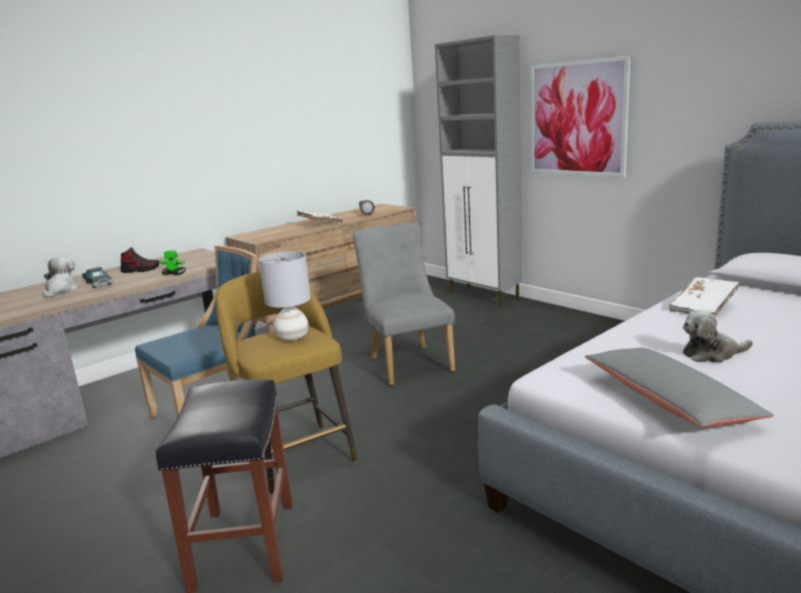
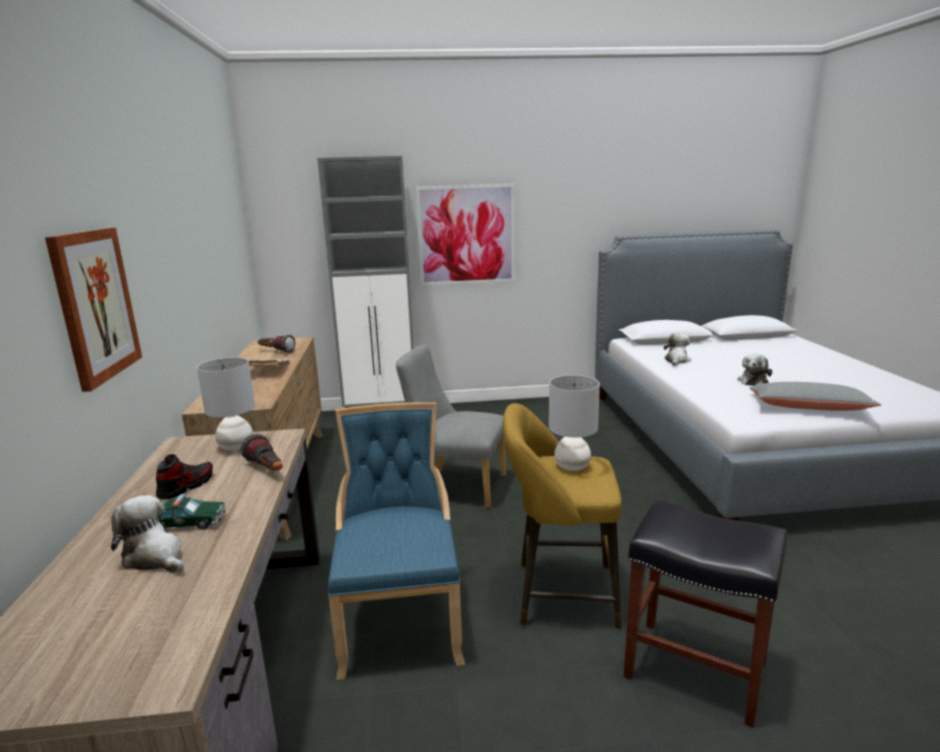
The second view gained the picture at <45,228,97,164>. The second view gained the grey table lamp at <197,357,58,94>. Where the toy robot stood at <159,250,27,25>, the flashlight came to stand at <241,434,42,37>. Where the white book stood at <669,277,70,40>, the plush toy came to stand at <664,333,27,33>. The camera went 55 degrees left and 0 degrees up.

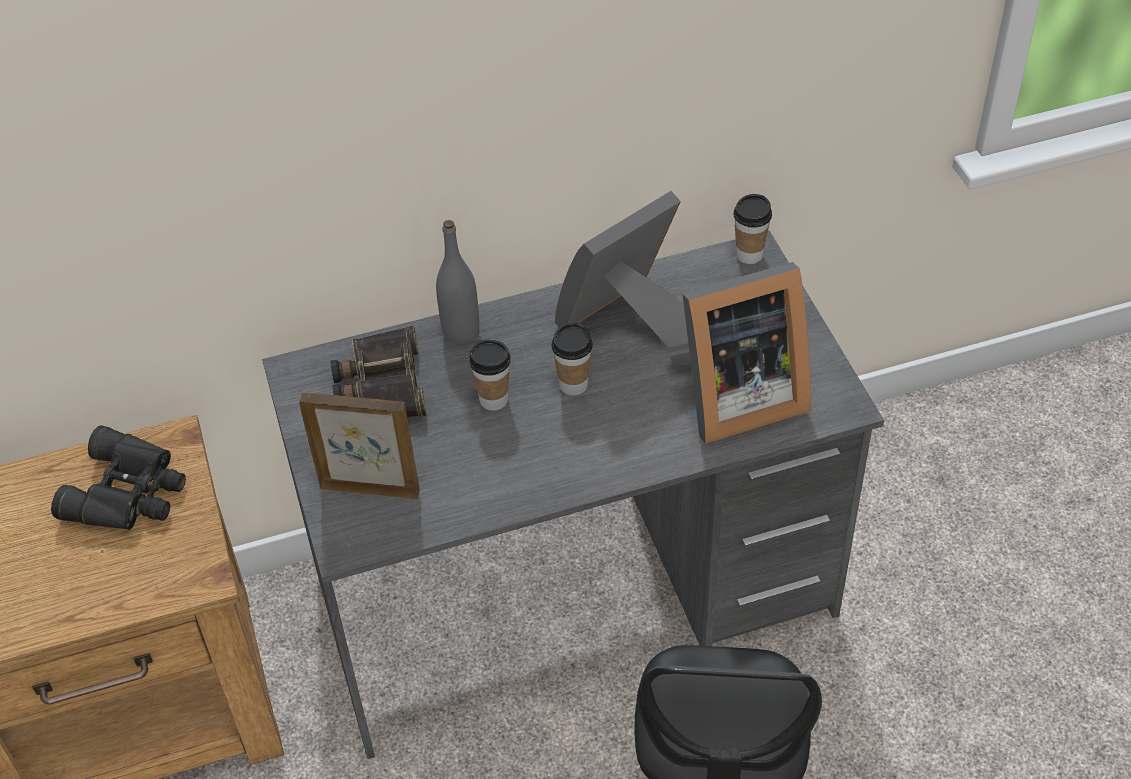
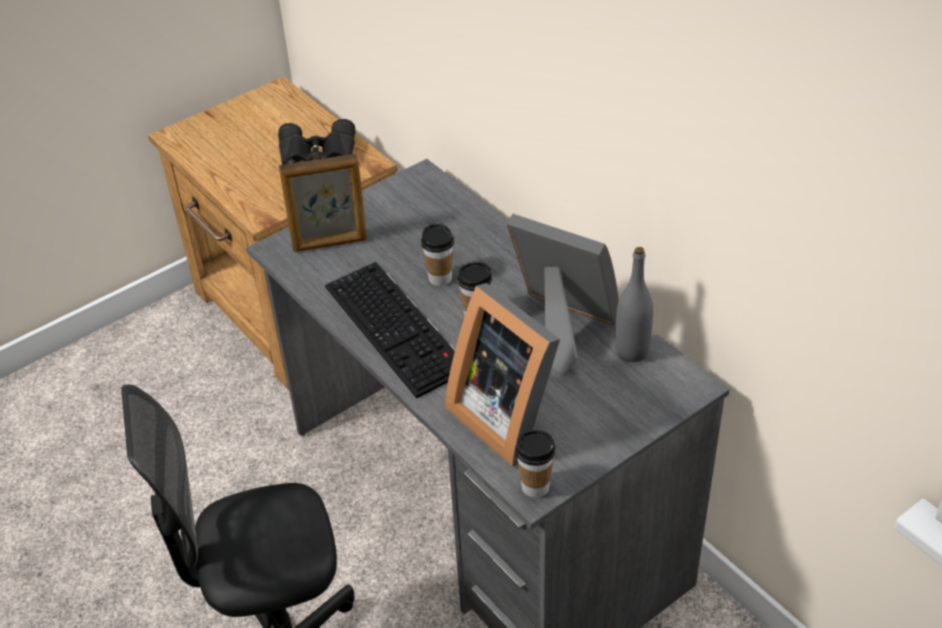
The picture frame at <299,393,121,106> ended up facing another way, 90 degrees clockwise from before. The second view gained the keyboard at <325,262,130,137>. The cup ended up elsewhere, having gone from <733,194,39,70> to <515,430,41,68>. The grey bottle ended up elsewhere, having gone from <436,220,43,125> to <615,247,38,115>. The second view lost the binoculars at <331,325,96,92>. The camera went 70 degrees right and 5 degrees down.

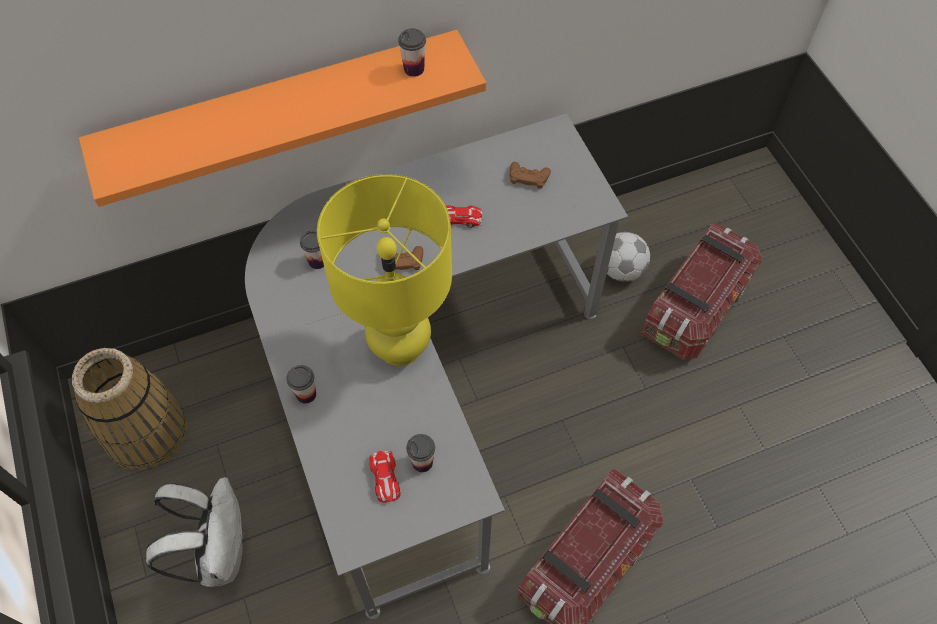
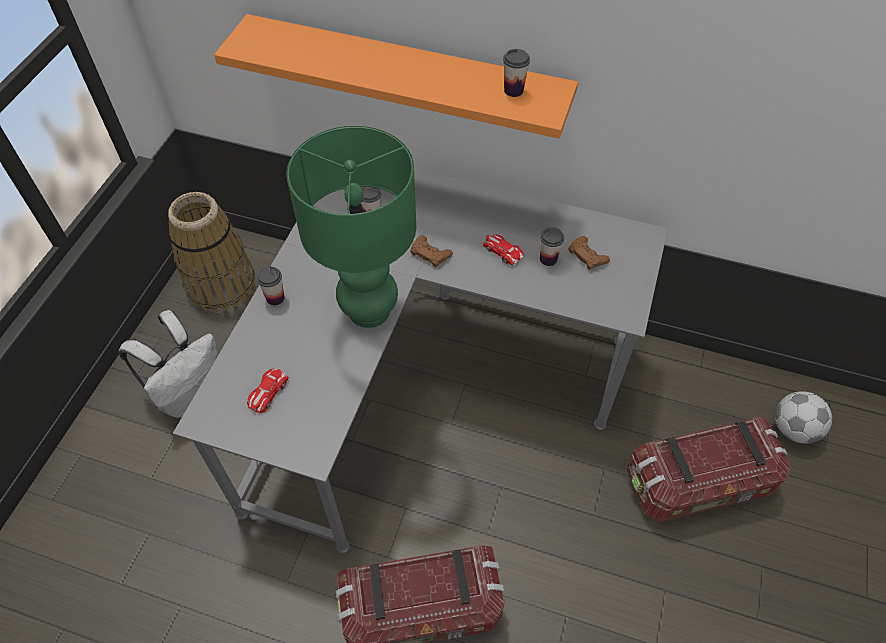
What was the yellow table lamp at <317,174,135,192> turned into the green table lamp at <286,126,130,202>. The cup ended up elsewhere, having gone from <406,434,29,38> to <540,227,24,39>. The football ended up elsewhere, having gone from <607,232,43,50> to <775,391,57,53>. The camera went 40 degrees right and 5 degrees down.

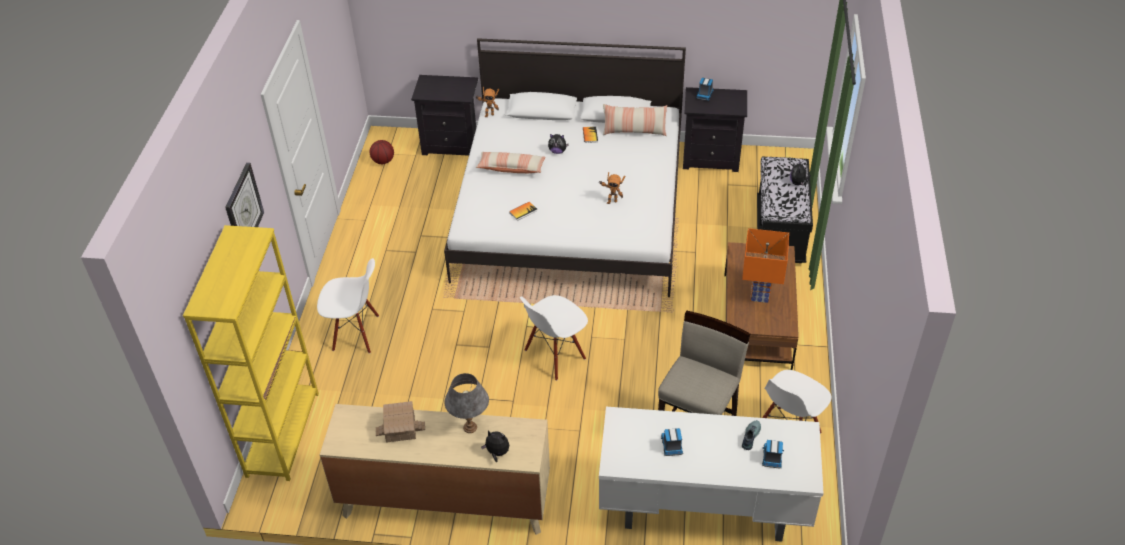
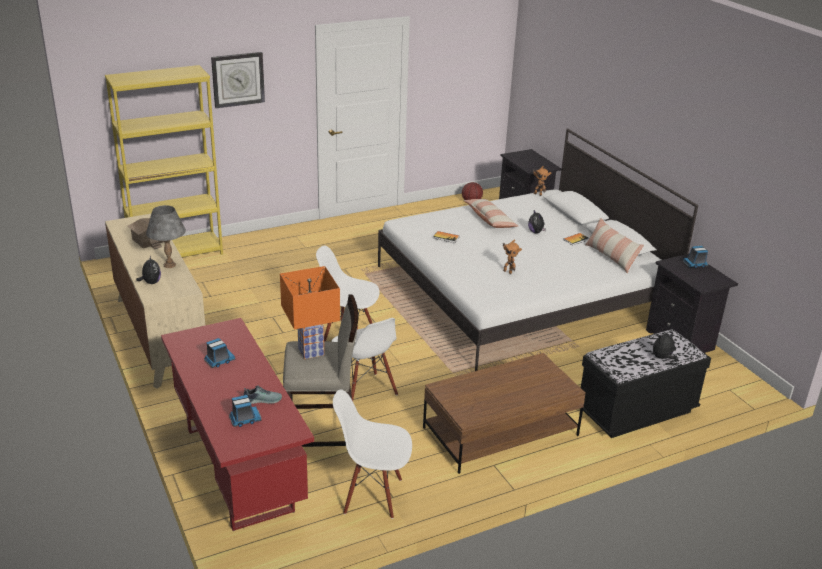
What was the white desk at <599,407,225,135> turned into the red desk at <161,318,153,213>. The orange table lamp ended up elsewhere, having gone from <742,228,47,75> to <280,266,60,93>. The white chair ended up elsewhere, having gone from <317,258,62,96> to <331,318,67,83>. The camera went 55 degrees right and 15 degrees down.

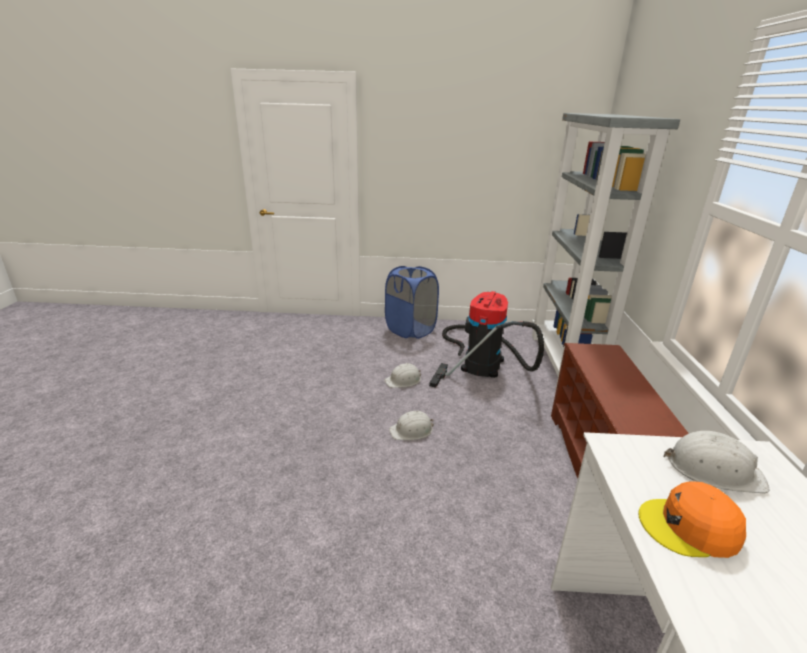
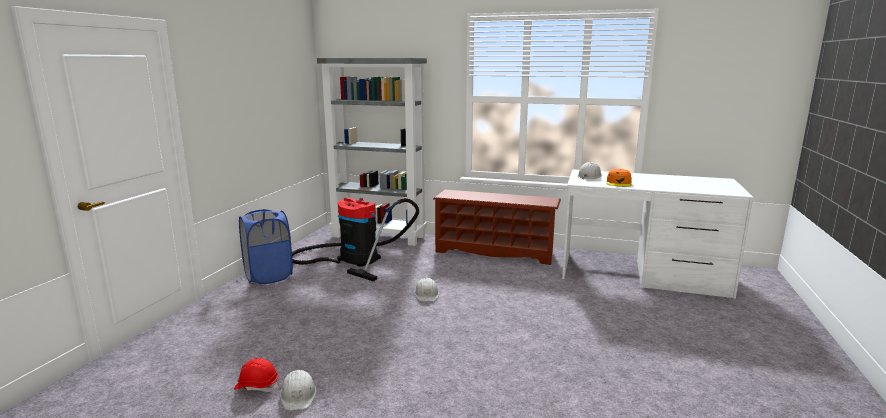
The second view gained the red hard hat at <234,358,45,34>. The white hard hat ended up elsewhere, having gone from <384,363,37,25> to <280,370,37,41>. The camera went 75 degrees left and 10 degrees down.

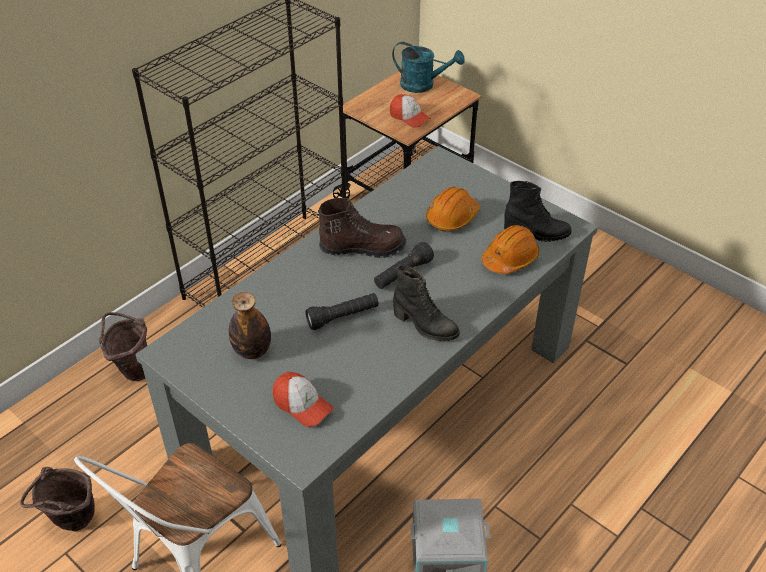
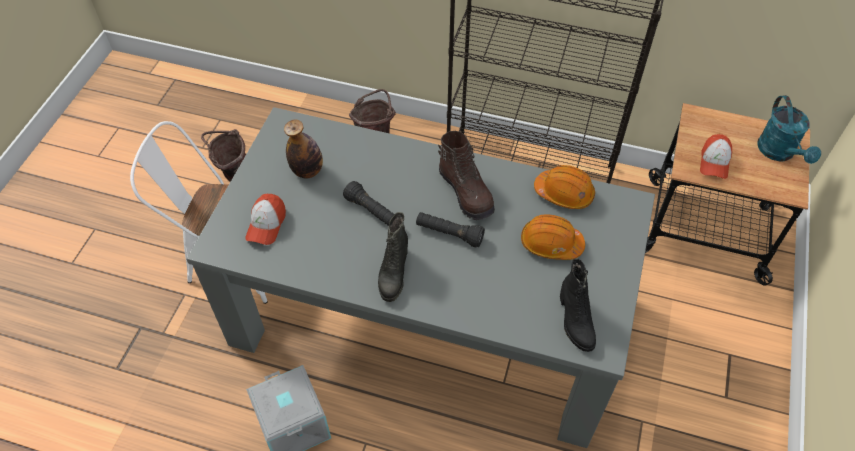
The orange hard hat ended up elsewhere, having gone from <482,225,58,49> to <534,165,61,44>. The camera went 65 degrees right and 10 degrees up.

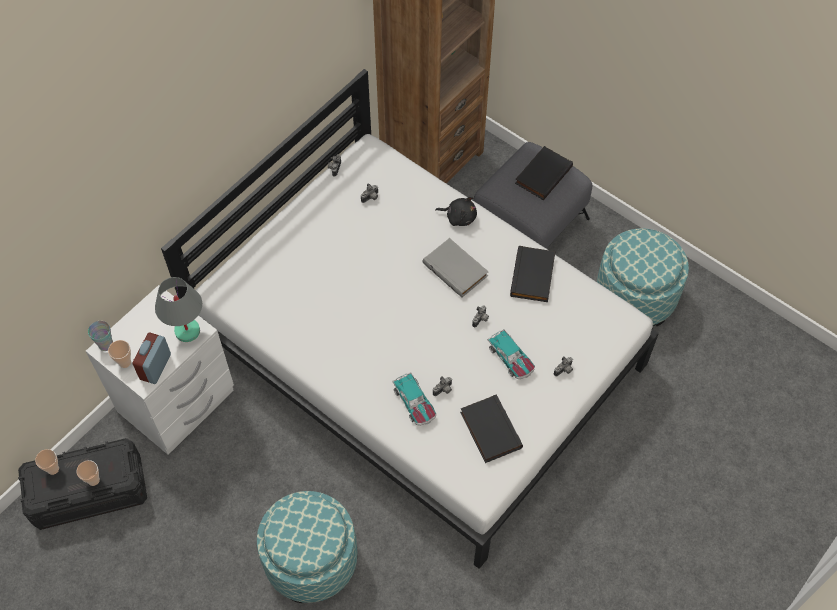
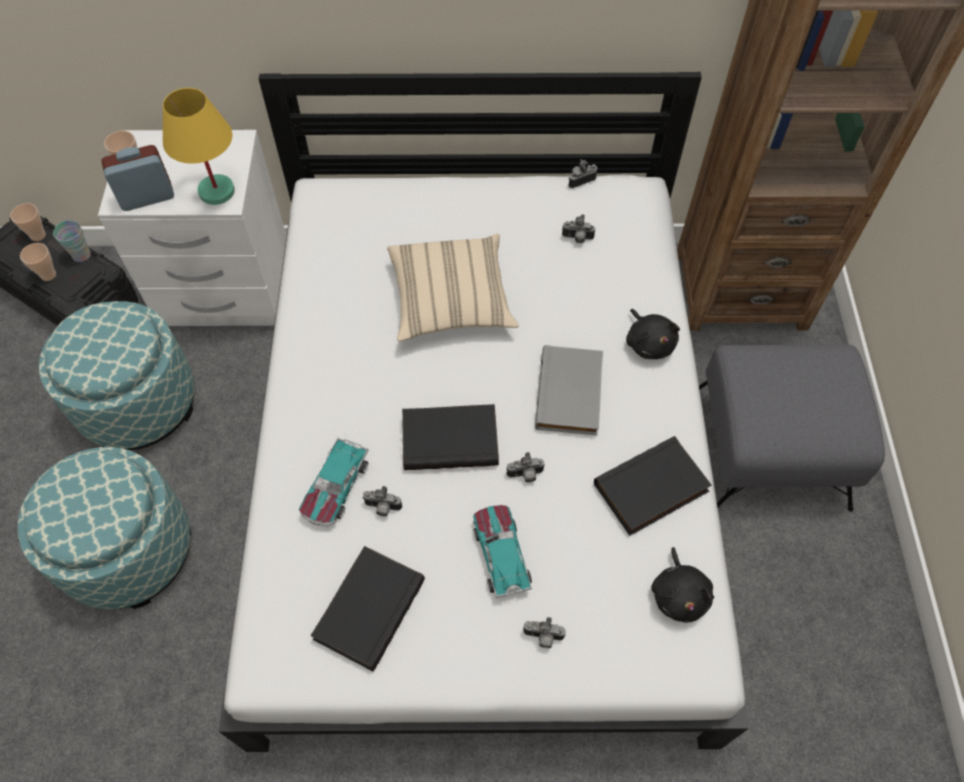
The ottoman ended up elsewhere, having gone from <597,228,92,98> to <39,301,155,149>. The cup ended up elsewhere, having gone from <88,321,25,30> to <53,220,38,42>. What was the grey table lamp at <155,277,47,65> turned into the yellow table lamp at <163,88,72,117>. The second view gained the beige pillow at <387,234,132,108>. The black book ended up elsewhere, having gone from <515,146,58,54> to <402,404,97,66>. The toy car at <488,329,47,50> ended up facing another way, 150 degrees clockwise from before. The second view gained the black plush toy at <651,547,63,76>. The camera went 50 degrees right and 0 degrees up.

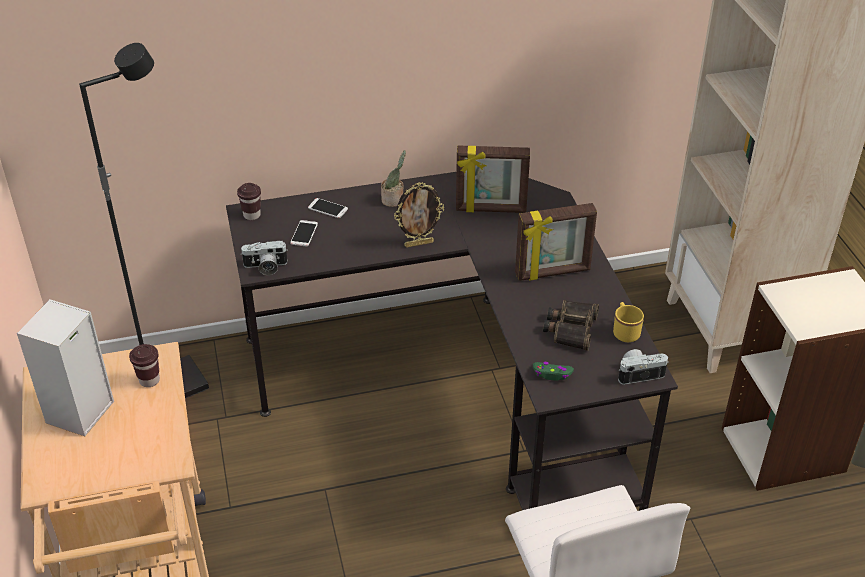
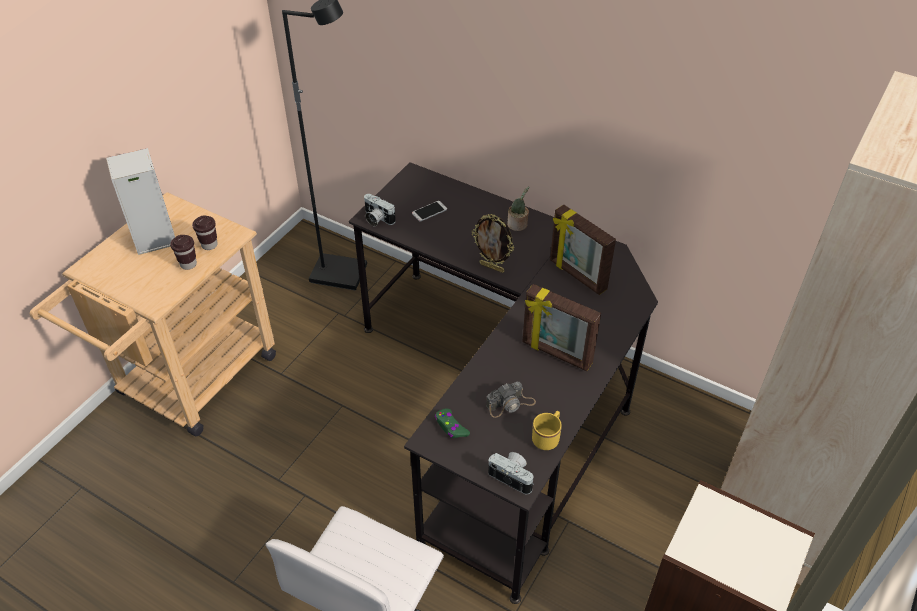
The brown cup ended up elsewhere, having gone from <237,183,24,37> to <170,235,27,35>. Where the binoculars stood at <543,300,56,51>, the photo camera came to stand at <486,382,50,36>. The second view lost the phone at <308,198,40,20>. The camera went 45 degrees right and 5 degrees up.

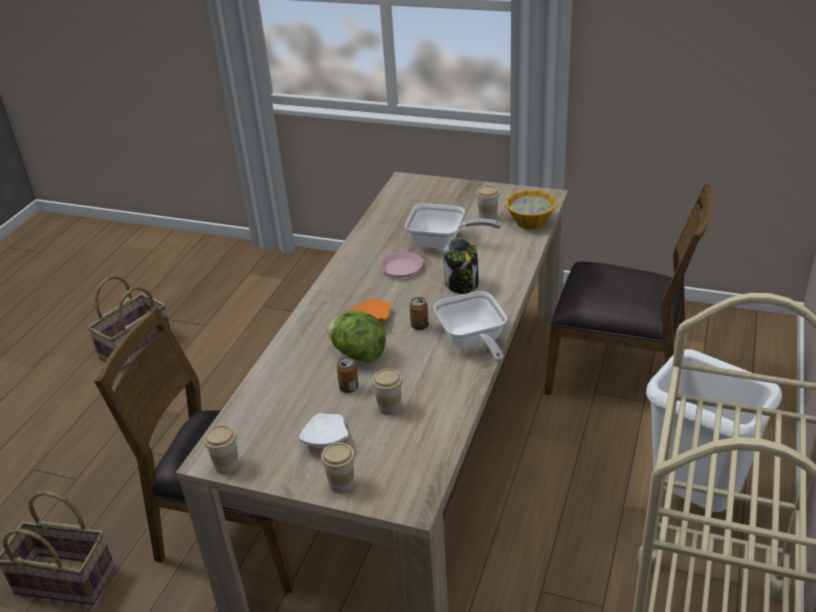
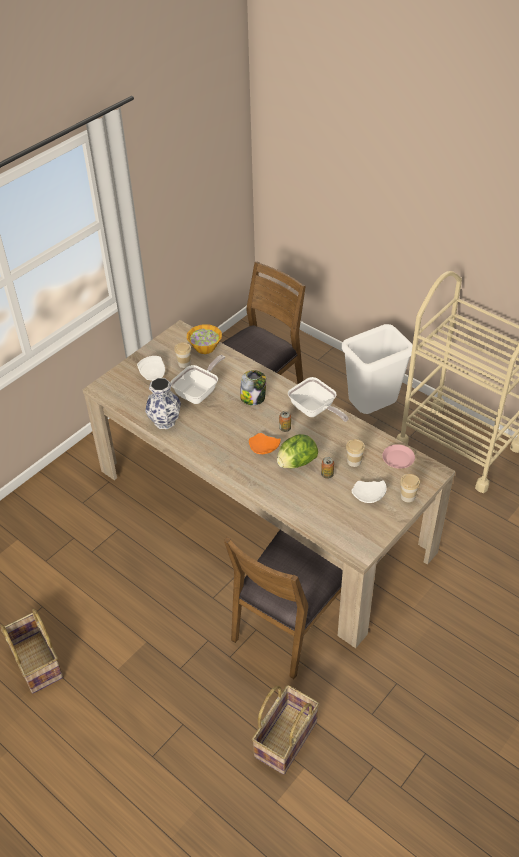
The second view gained the white plate at <137,356,28,25>. The second view gained the vase at <145,378,36,51>. The frying pan at <434,291,73,71> ended up facing another way, 45 degrees clockwise from before. The pink plate ended up elsewhere, having gone from <380,252,43,25> to <382,444,33,25>. The second view lost the cup at <204,425,35,49>. The camera went 70 degrees left and 10 degrees up.

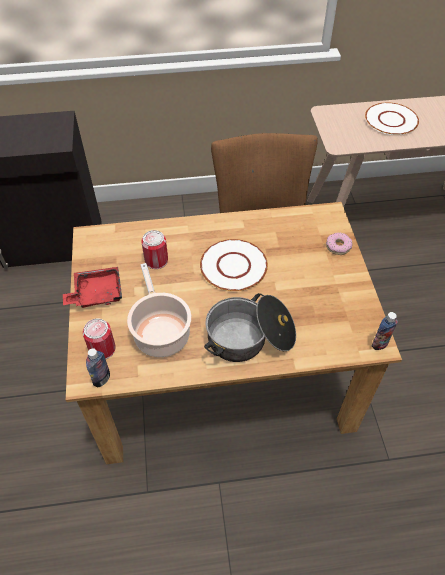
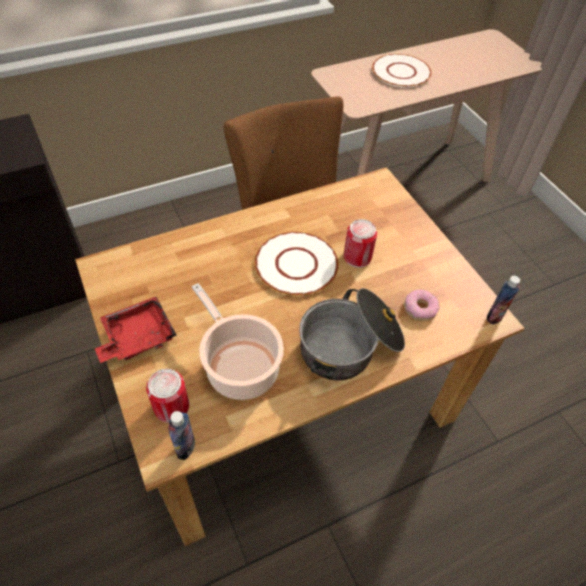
The can ended up elsewhere, having gone from <141,230,27,39> to <344,219,33,49>. The donut ended up elsewhere, having gone from <326,233,26,22> to <404,289,36,32>. The camera went 20 degrees left and 0 degrees up.

